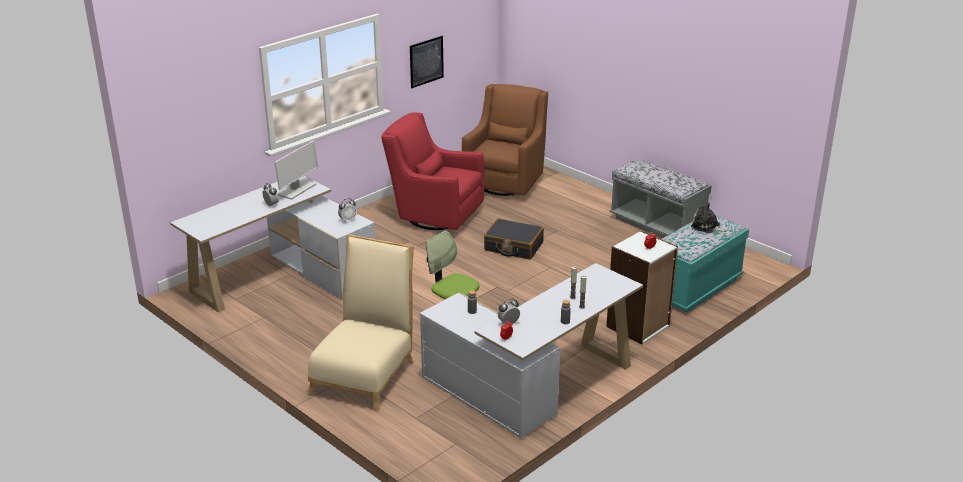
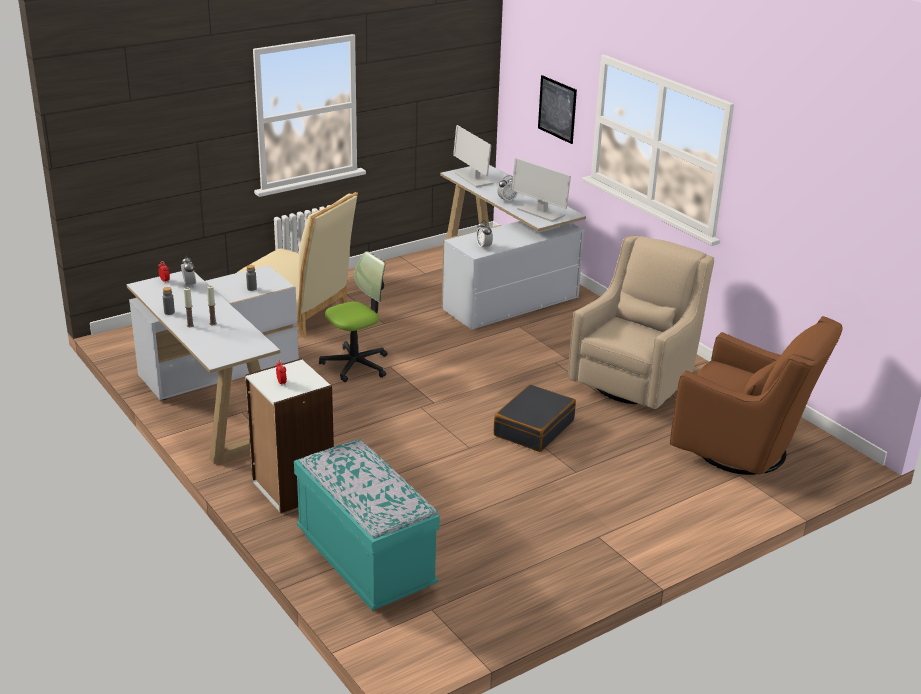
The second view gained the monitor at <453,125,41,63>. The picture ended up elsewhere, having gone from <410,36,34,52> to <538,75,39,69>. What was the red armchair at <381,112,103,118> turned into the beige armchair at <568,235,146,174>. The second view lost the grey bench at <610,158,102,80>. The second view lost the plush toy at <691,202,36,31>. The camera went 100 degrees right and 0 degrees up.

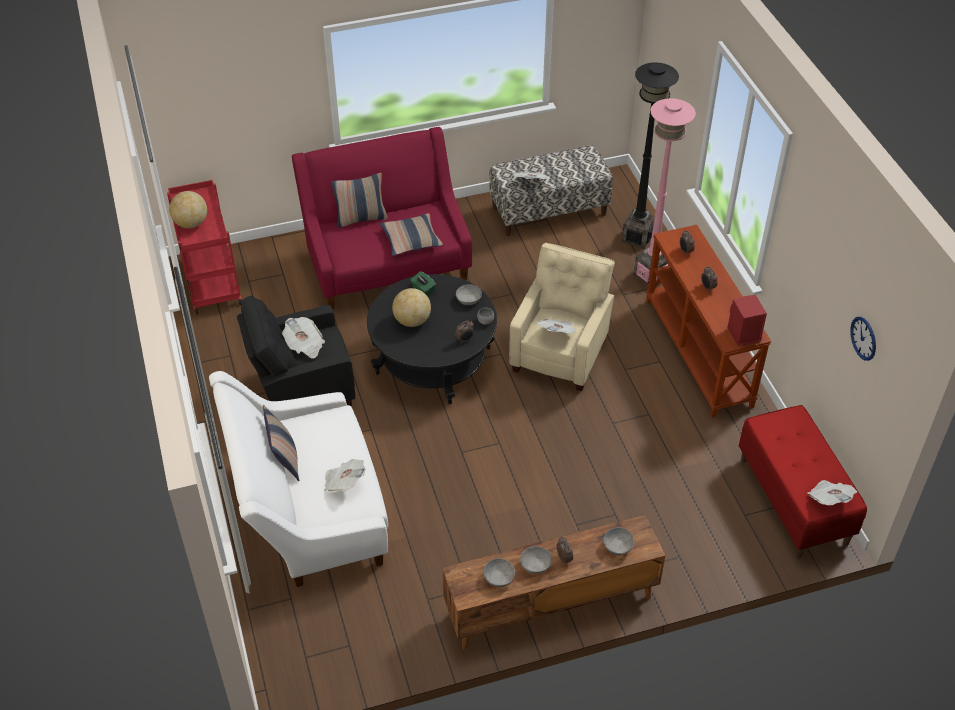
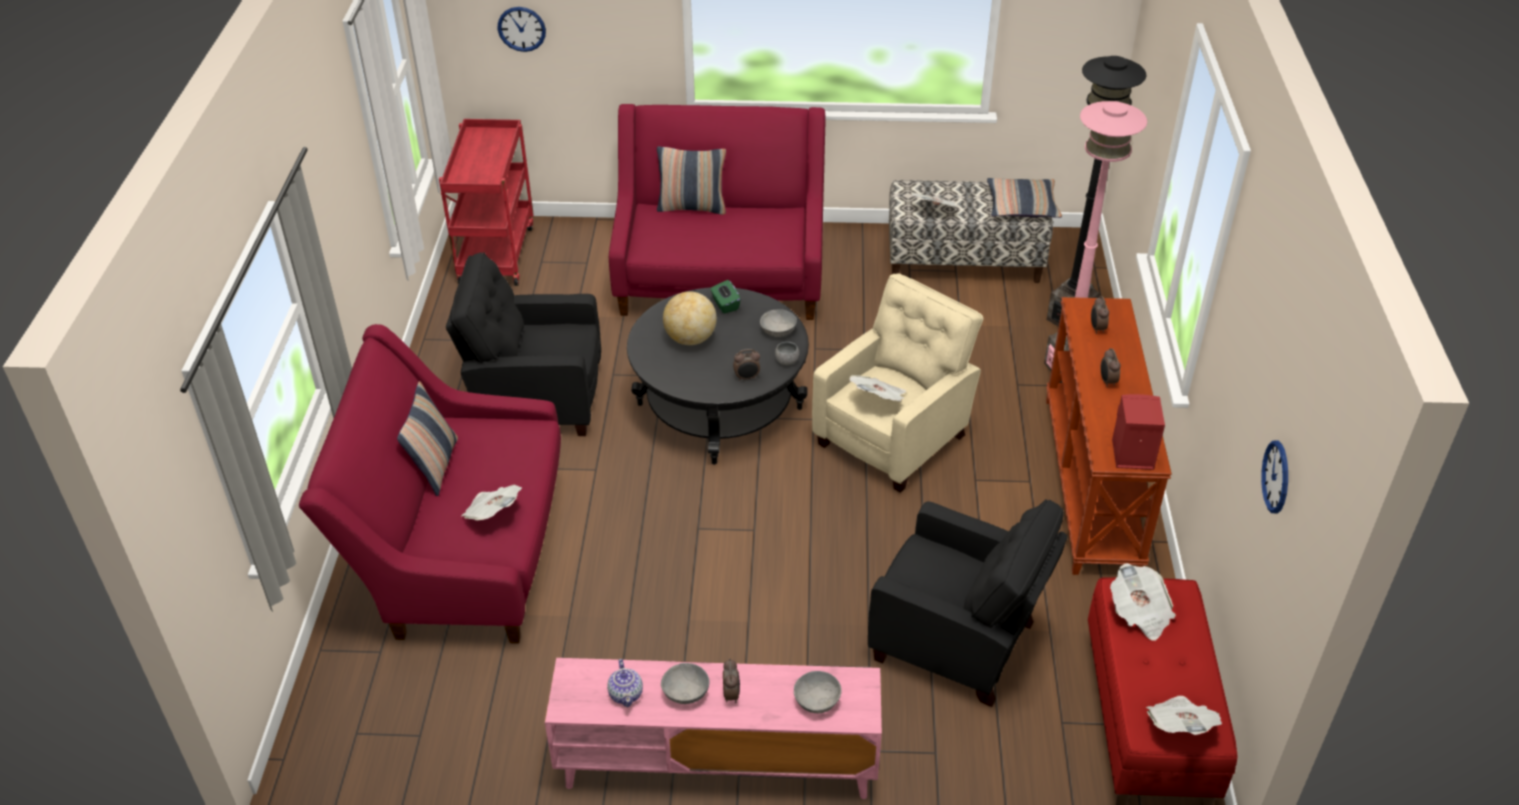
What was the white sofa at <209,371,179,216> turned into the red sofa at <299,324,262,320>. The second view gained the wall clock at <498,7,48,45>. What was the brown tv stand at <442,515,223,134> turned into the pink tv stand at <545,658,337,141>. Where the grey bowl stood at <484,558,31,29>, the teapot came to stand at <607,659,36,48>. The second view gained the black armchair at <868,499,200,208>. The pillow ended up elsewhere, having gone from <380,213,63,43> to <987,178,75,40>. The newspaper ended up elsewhere, having gone from <282,317,43,42> to <1110,563,66,78>. The second view lost the globe at <169,191,38,37>. The camera went 20 degrees right and 5 degrees down.

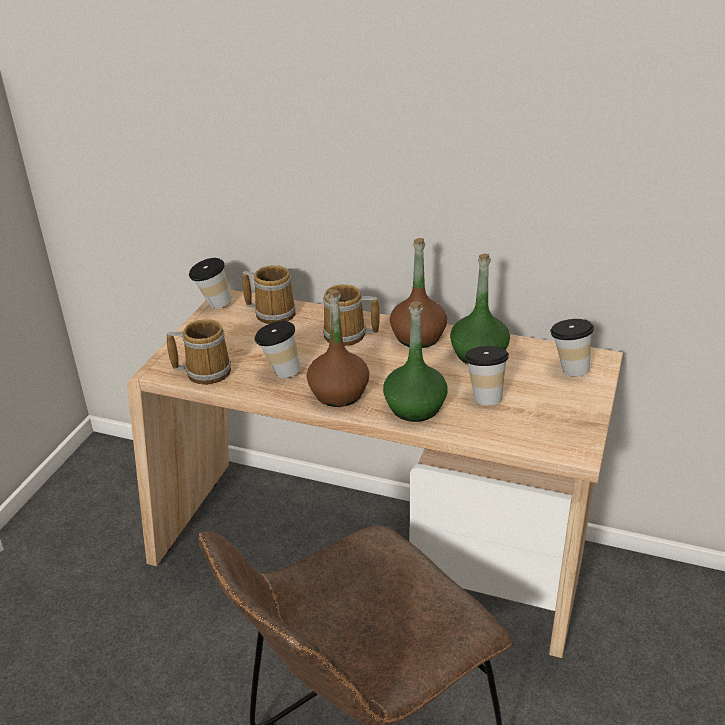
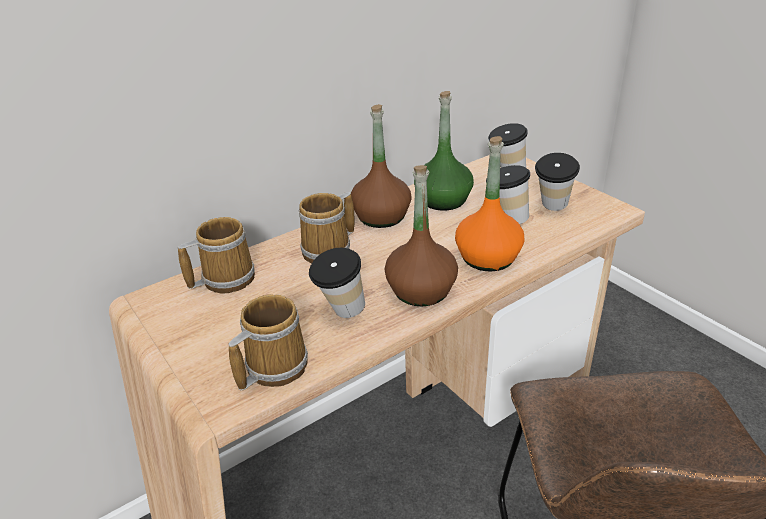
What was the green bottle at <383,302,64,120> turned into the orange bottle at <455,136,69,135>. The cup ended up elsewhere, having gone from <189,258,43,51> to <535,153,45,58>. The camera went 55 degrees left and 0 degrees up.

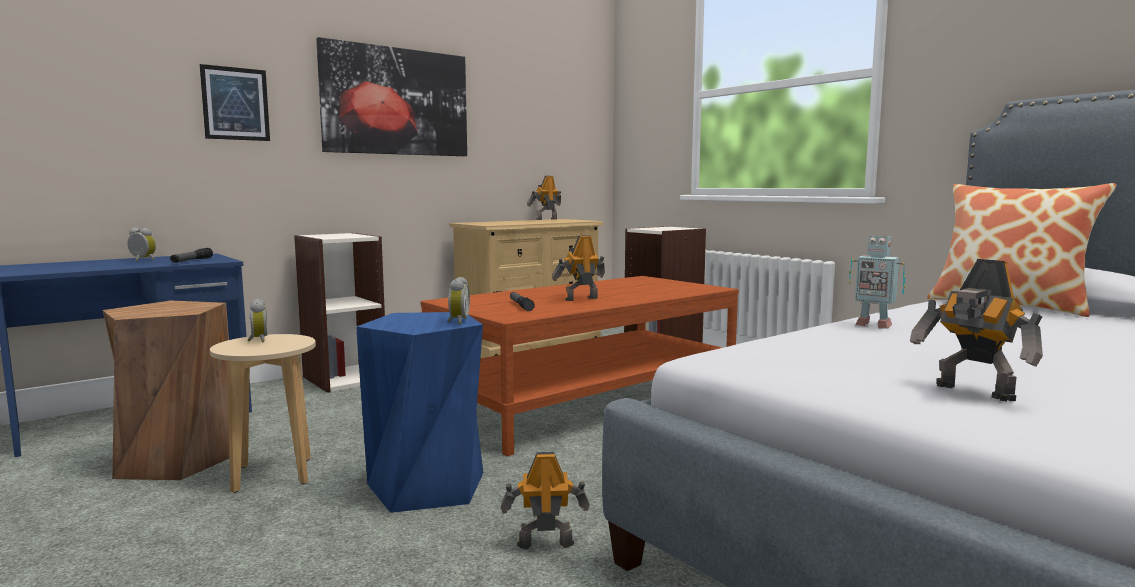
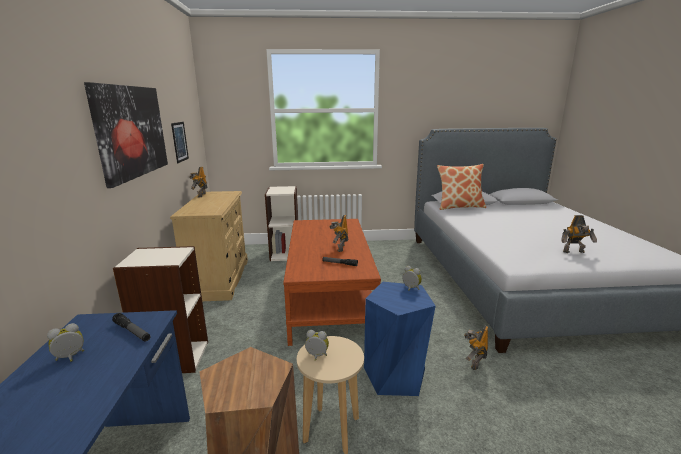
The picture ended up elsewhere, having gone from <200,64,70,77> to <171,122,18,41>. The second view lost the toy robot at <849,236,56,93>. The camera went 55 degrees left and 10 degrees up.

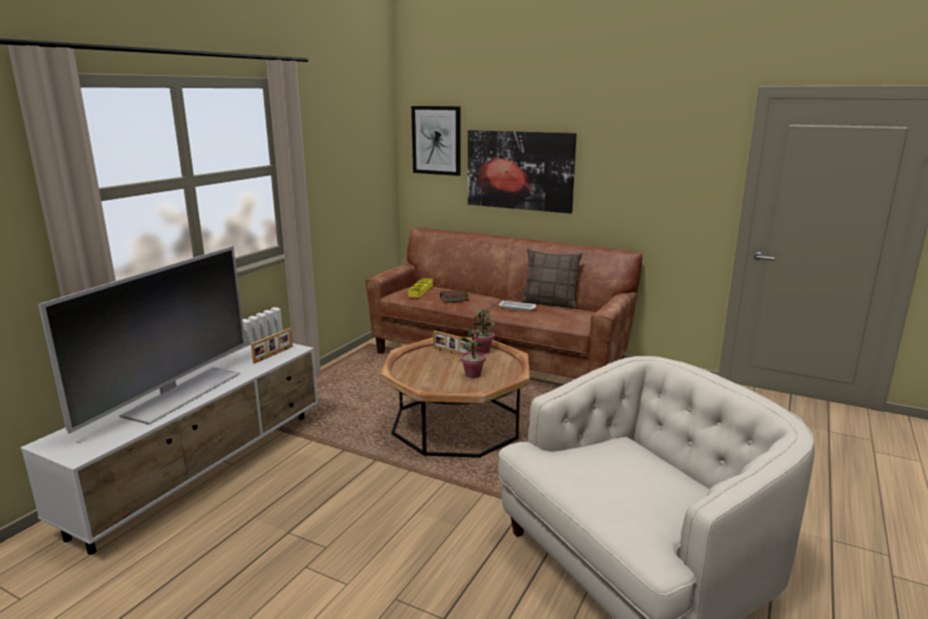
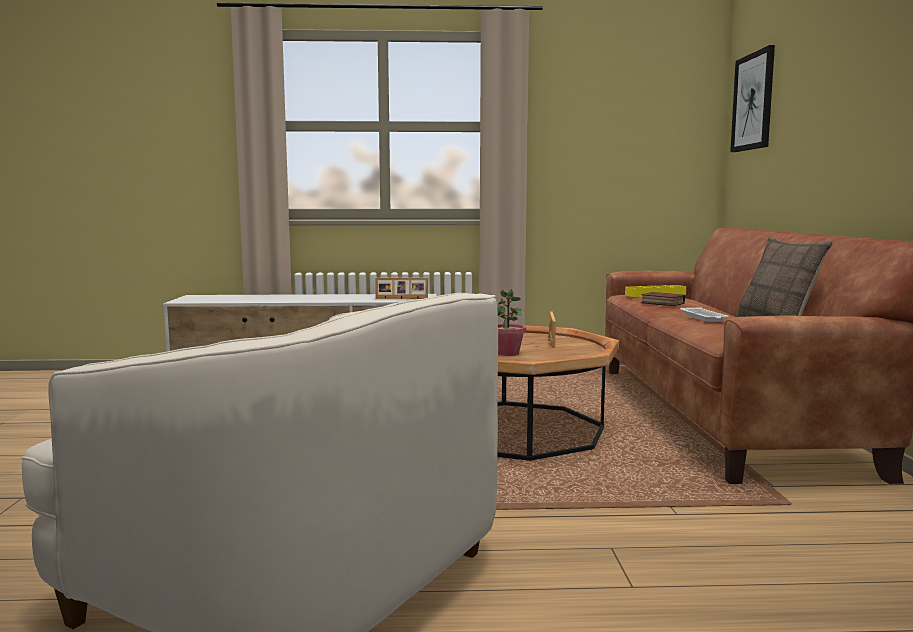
The second view lost the television at <38,246,207,188>. The second view lost the picture at <468,130,109,84>. The second view lost the potted plant at <473,309,22,45>. The camera went 60 degrees right and 10 degrees down.

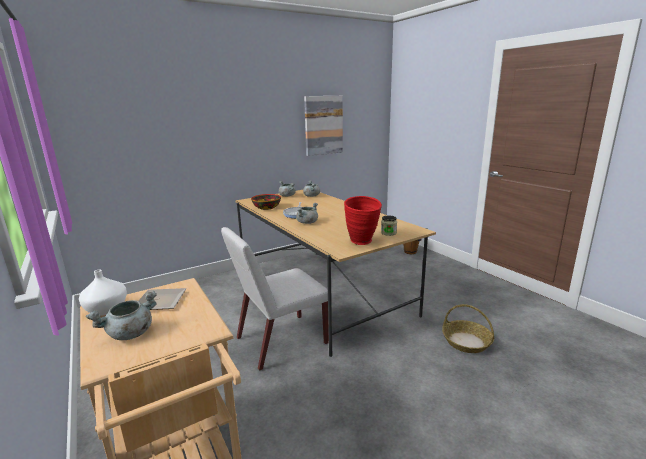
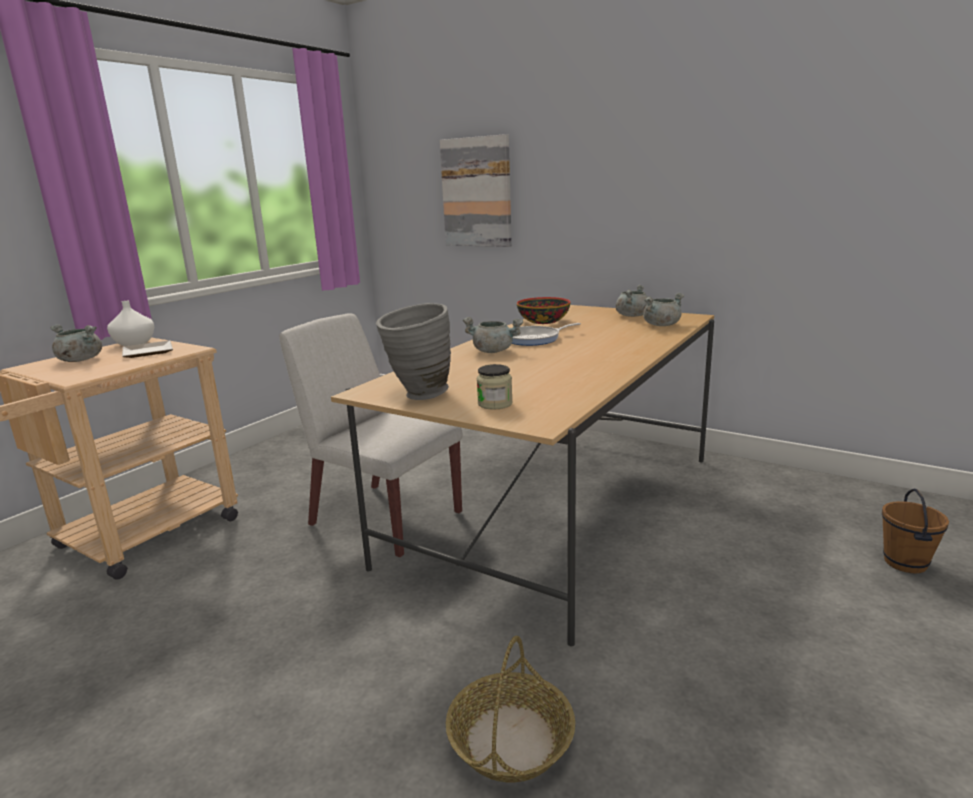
What was the red vase at <344,196,38,49> turned into the grey vase at <376,303,75,97>. The picture ended up elsewhere, having gone from <304,96,39,60> to <440,134,72,113>. The camera went 65 degrees right and 0 degrees up.

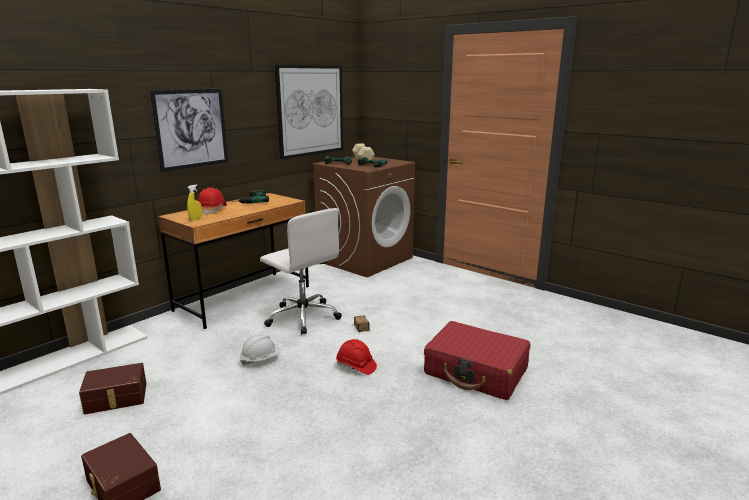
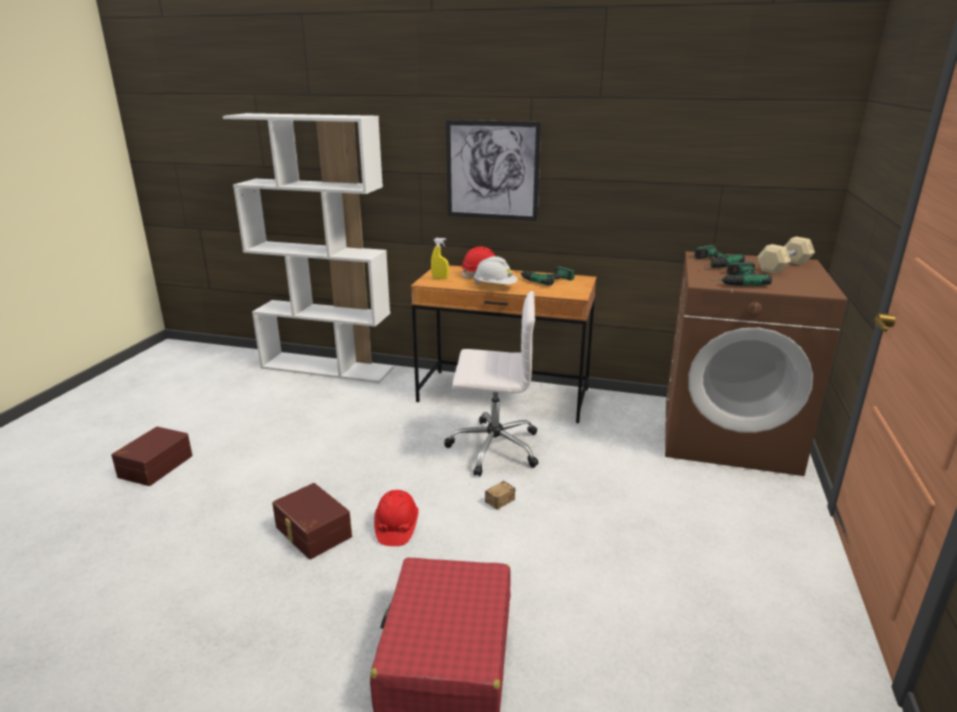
The brown storage box ended up elsewhere, having gone from <79,363,67,51> to <272,483,80,76>. The white office chair at <260,208,82,127> ended up facing another way, 105 degrees counterclockwise from before. The white hard hat ended up elsewhere, having gone from <240,334,41,31> to <474,256,44,28>. The second view lost the picture at <274,65,69,94>. The camera went 65 degrees right and 5 degrees up.

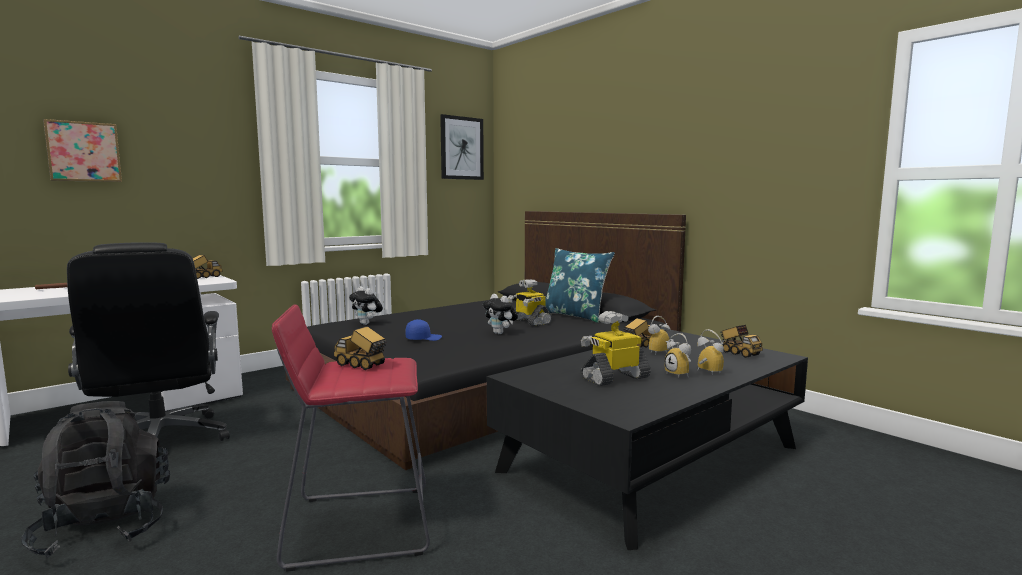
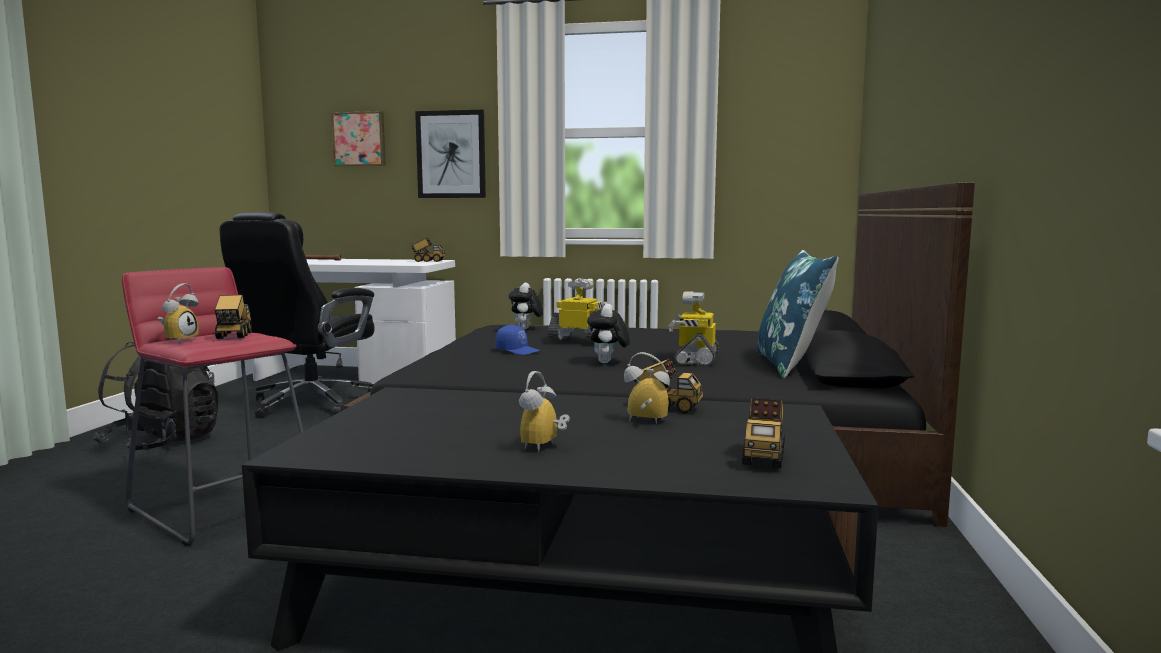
The alarm clock ended up elsewhere, having gone from <697,329,27,46> to <157,283,42,60>. The picture ended up elsewhere, having gone from <440,114,44,66> to <415,110,71,88>. The toy robot ended up elsewhere, having gone from <581,311,70,75> to <548,279,60,64>. The camera went 50 degrees right and 0 degrees up.

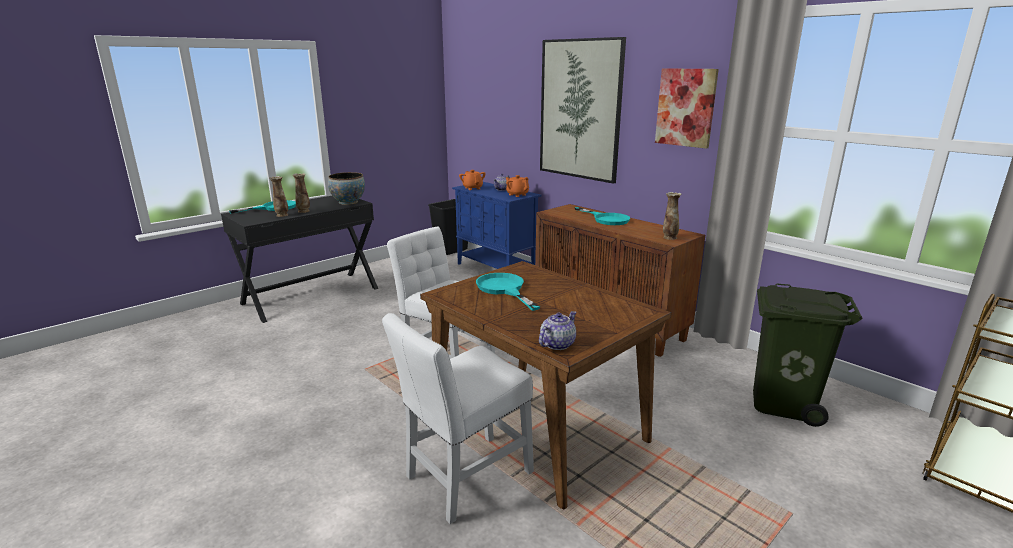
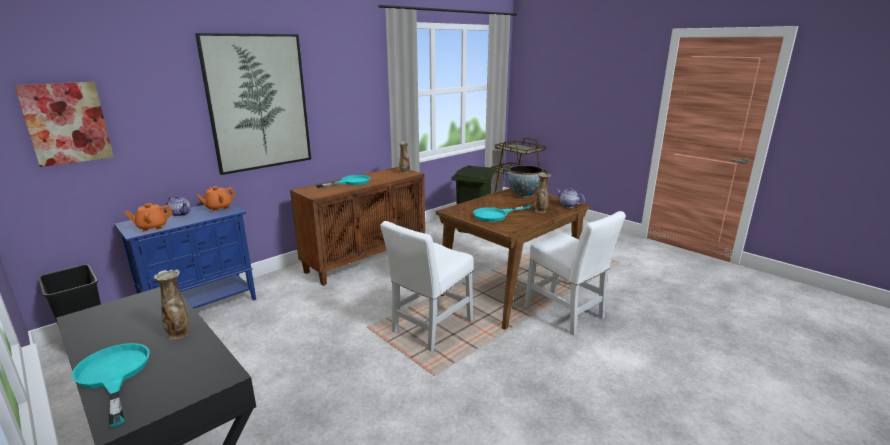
The picture ended up elsewhere, having gone from <655,68,64,81> to <14,82,100,85>. The bowl ended up elsewhere, having gone from <328,172,37,33> to <508,165,35,33>. The vase ended up elsewhere, having gone from <269,176,19,41> to <535,173,16,40>. The camera went 90 degrees left and 0 degrees up.

